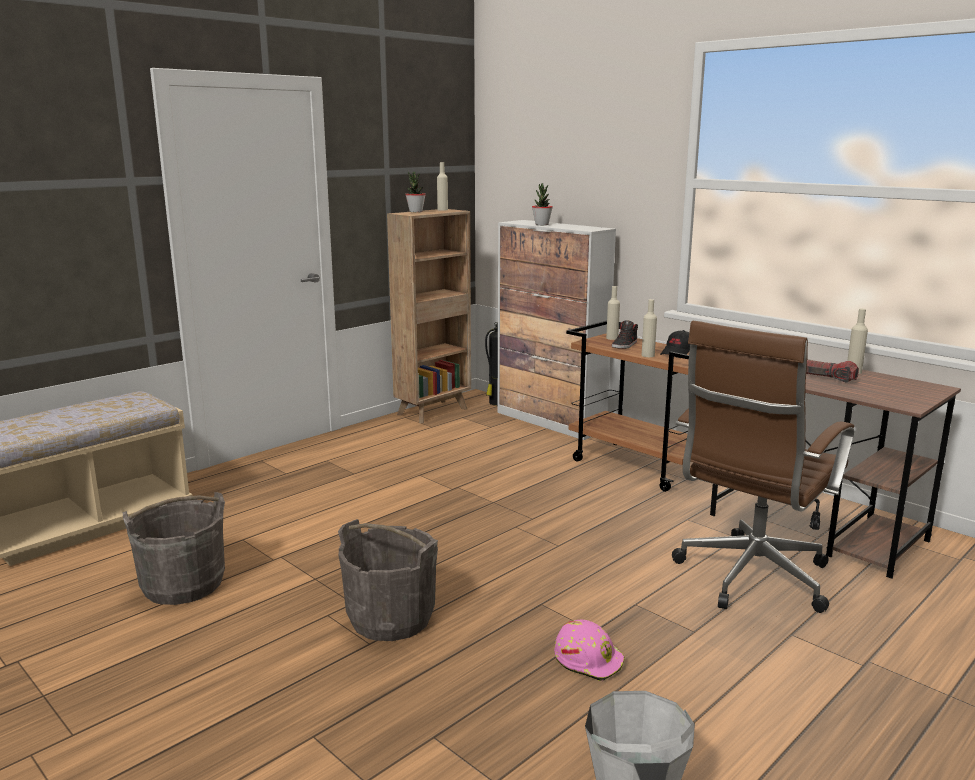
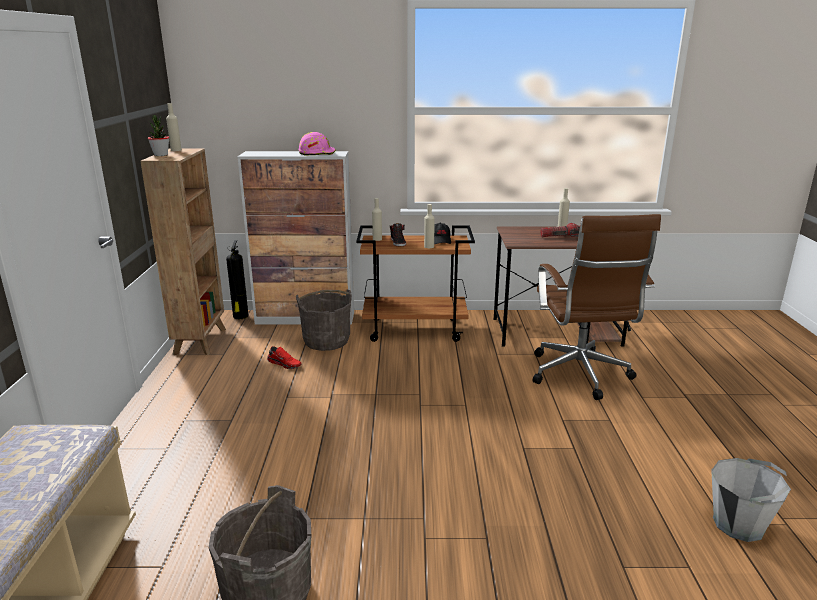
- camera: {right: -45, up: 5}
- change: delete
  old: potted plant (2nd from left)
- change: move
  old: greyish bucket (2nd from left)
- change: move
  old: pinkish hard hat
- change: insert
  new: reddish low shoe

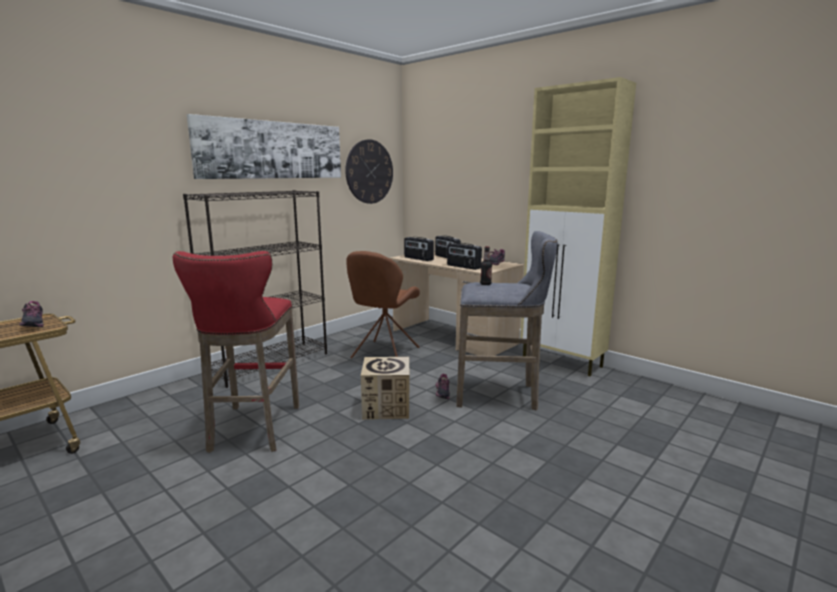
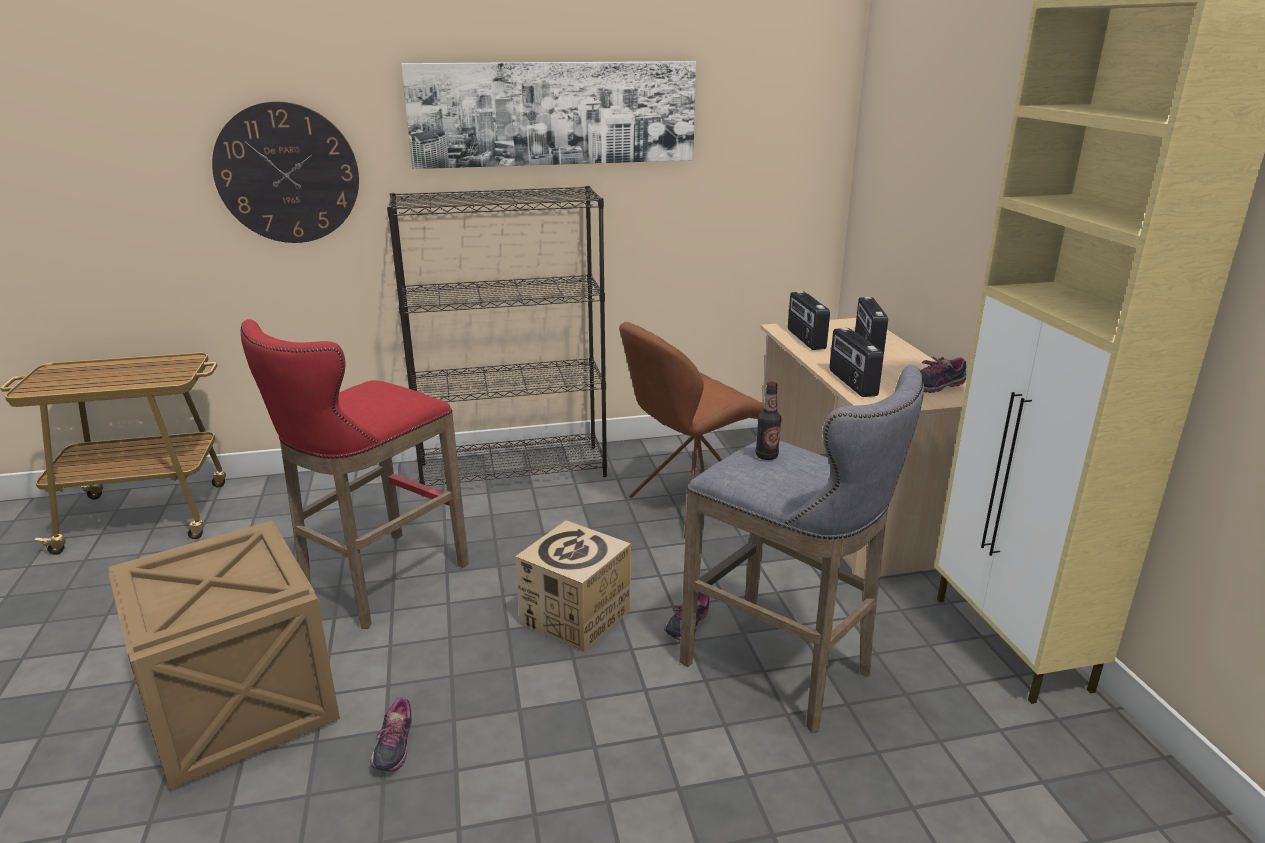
- camera: {right: 35, up: 10}
- change: move
  old: hanging clock
- change: move
  old: low shoe (1st from left)
- change: insert
  new: crate

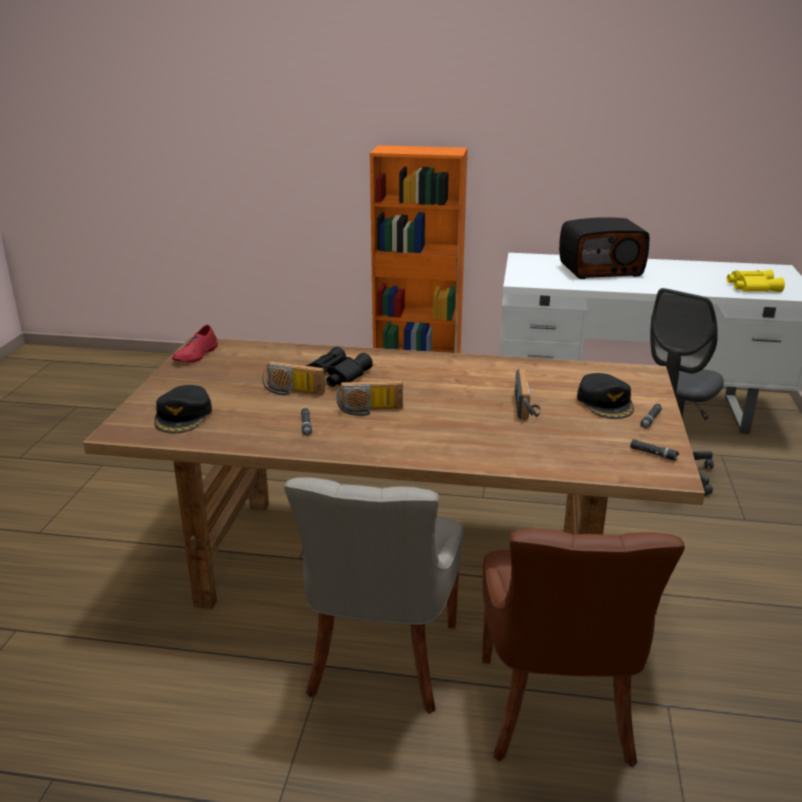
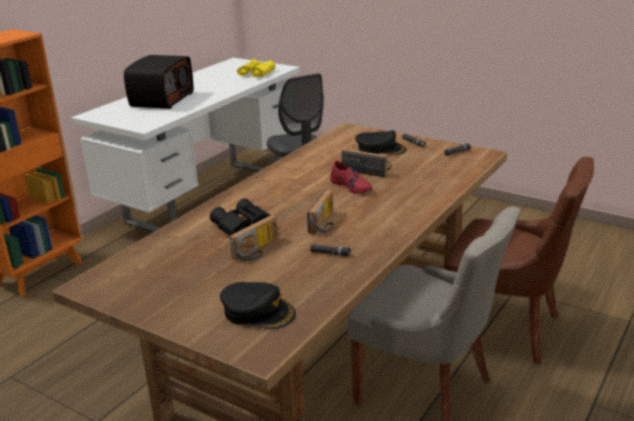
- camera: {right: -65, up: 0}
- change: move
  old: reddish low shoe

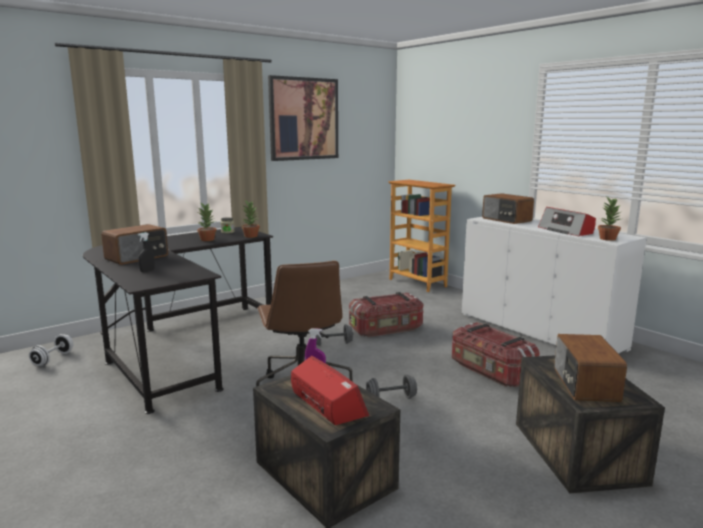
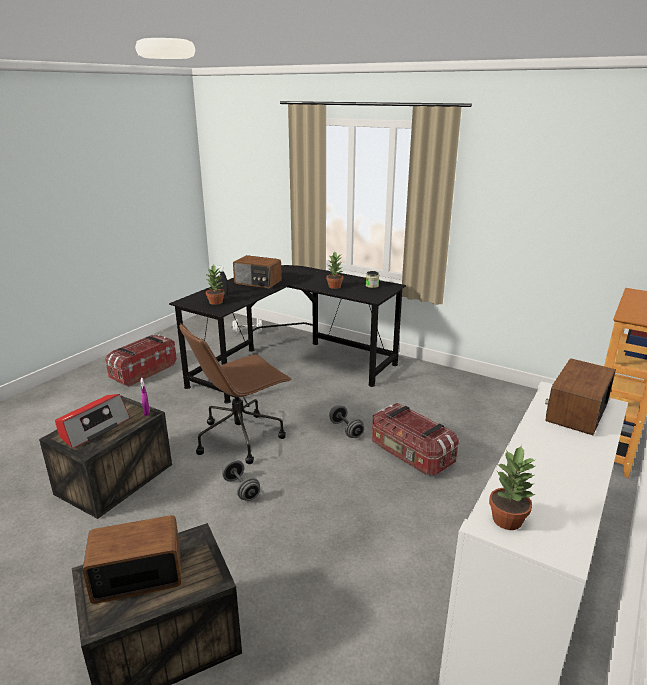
- camera: {right: 70, up: 10}
- change: delete
  old: wall picture
- change: move
  old: potted plant (2nd from left in the first image)
  new: potted plant (1st from left)
- change: delete
  old: radio set (4th from left)
- change: move
  old: storage box (2nd from left in the first image)
  new: storage box (1st from left)

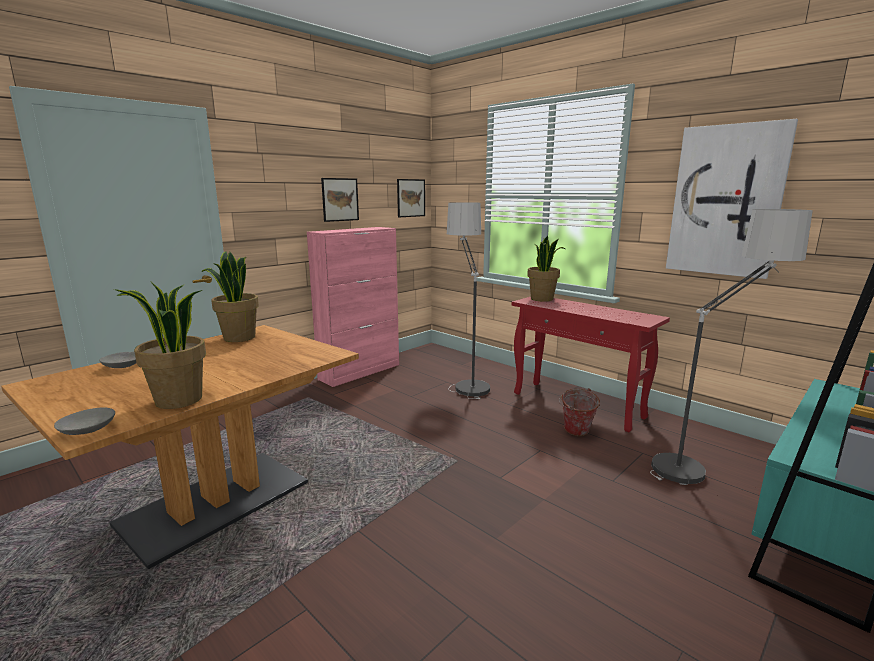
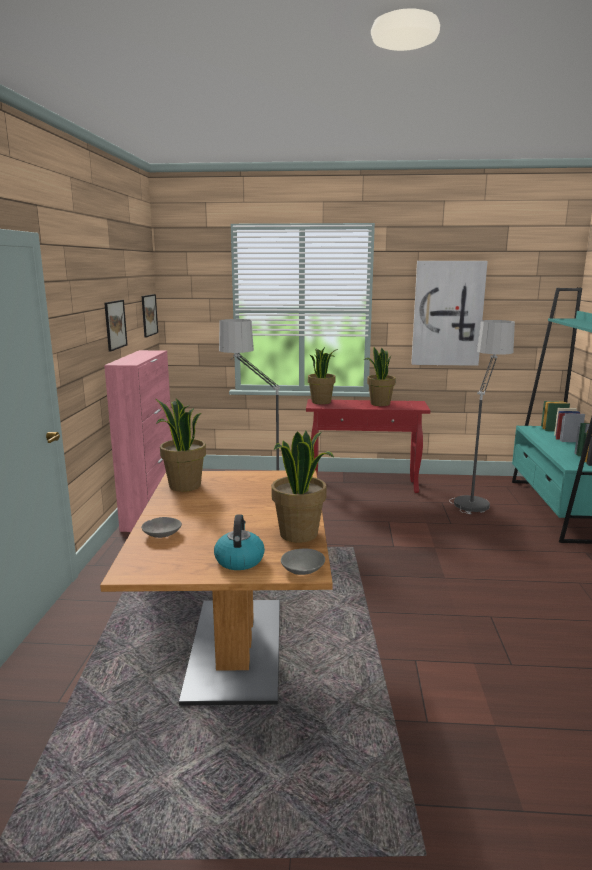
- camera: {right: -40, up: 0}
- change: delete
  old: bucket
- change: insert
  new: potted plant (4th from left)
- change: insert
  new: kettle

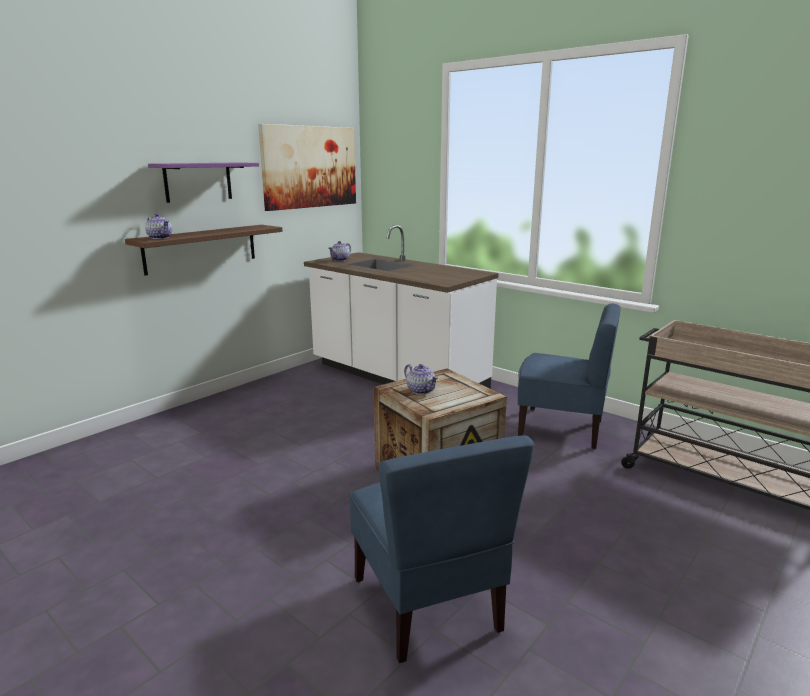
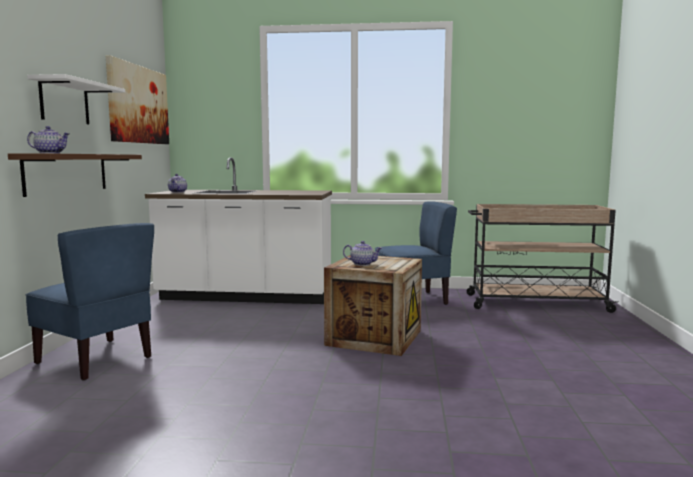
- camera: {right: -35, up: -10}
- change: recolor
  old: purple bracket shelf
  new: white-coloured bracket shelf
- change: move
  old: blue-coloured plain chair (1st from left)

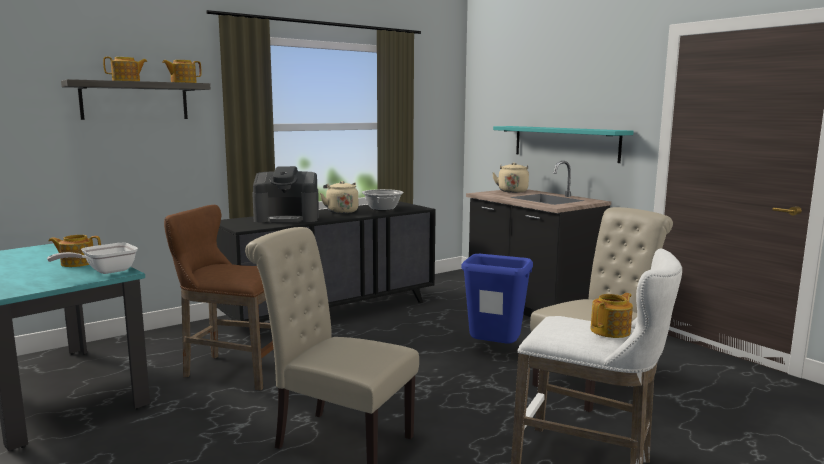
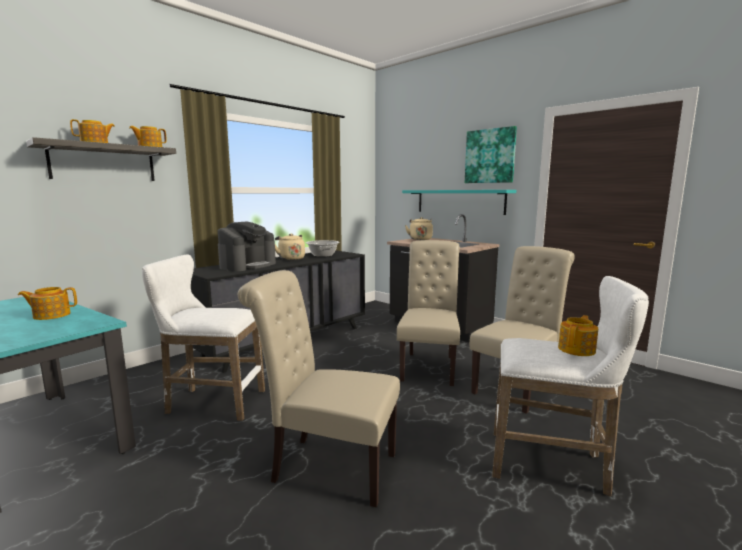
- camera: {right: -10, up: 0}
- change: rotate
  old: coffee brewer
  degrees: -45
- change: recolor
  old: brown-coloured stool
  new: white-coloured stool (1st from left)
- change: delete
  old: skillet
- change: replace
  old: blue-coloured rubbish bin
  new: beige plain chair (2nd from left)
- change: insert
  new: wall picture

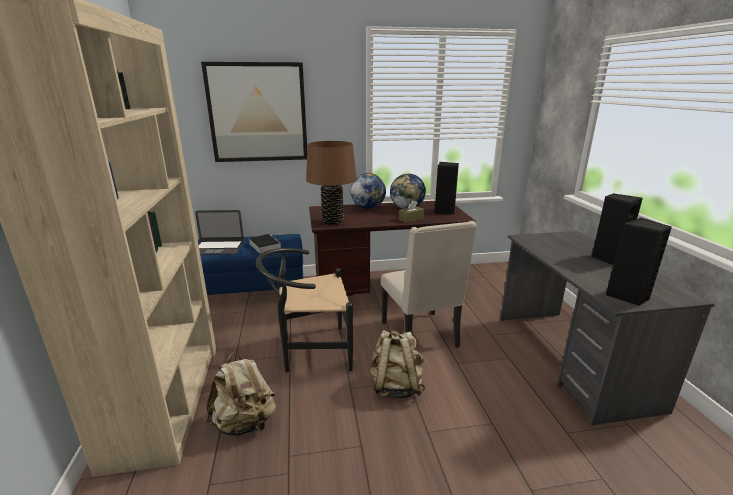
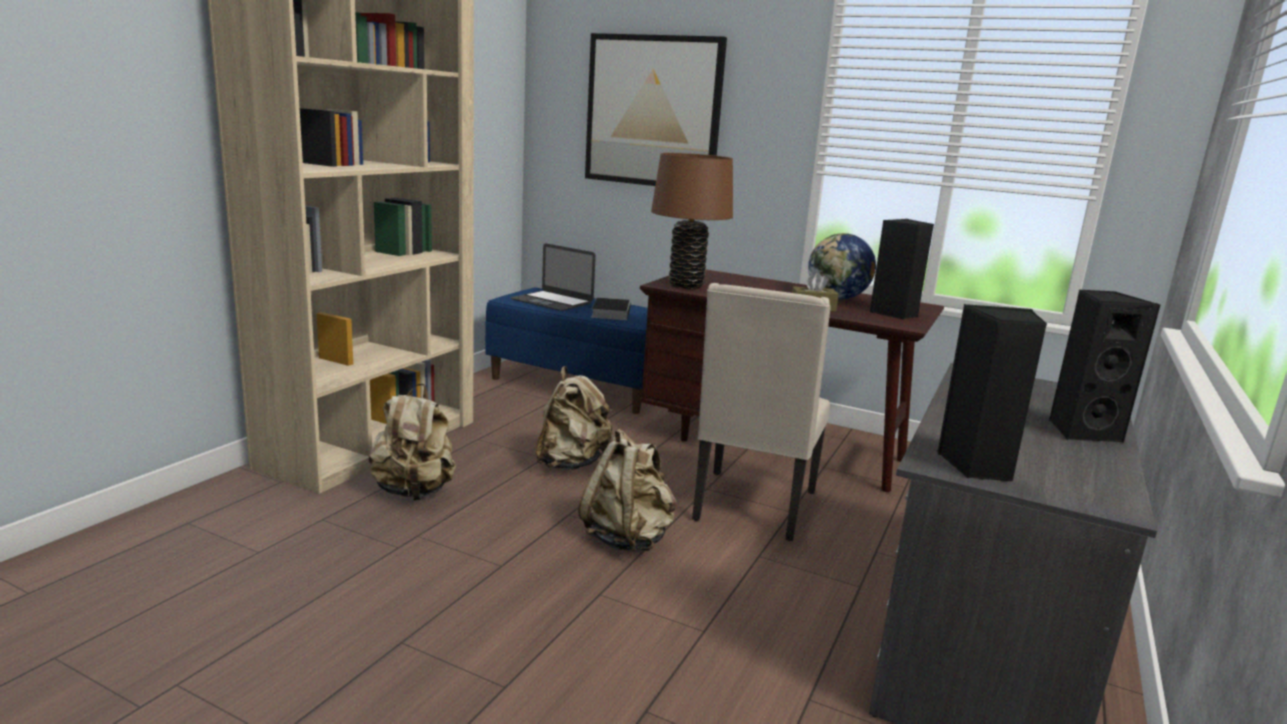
- camera: {right: 35, up: -5}
- change: delete
  old: globe (1st from left)
- change: replace
  old: blackish plain chair
  new: beige backpack (2nd from left)

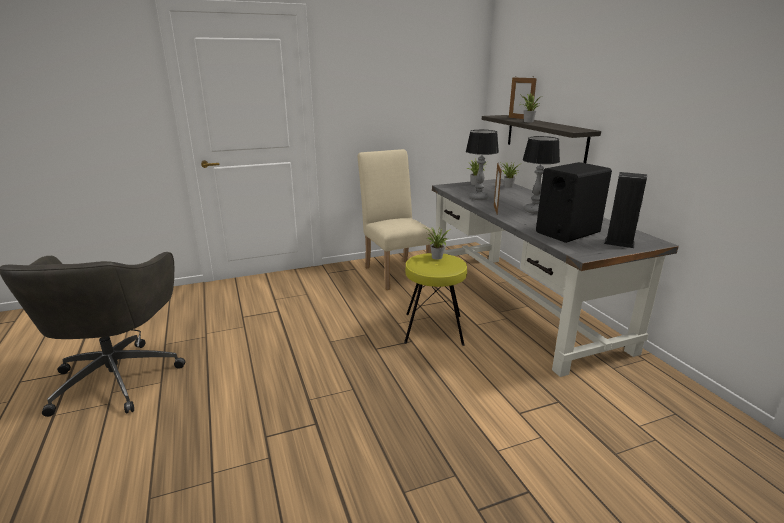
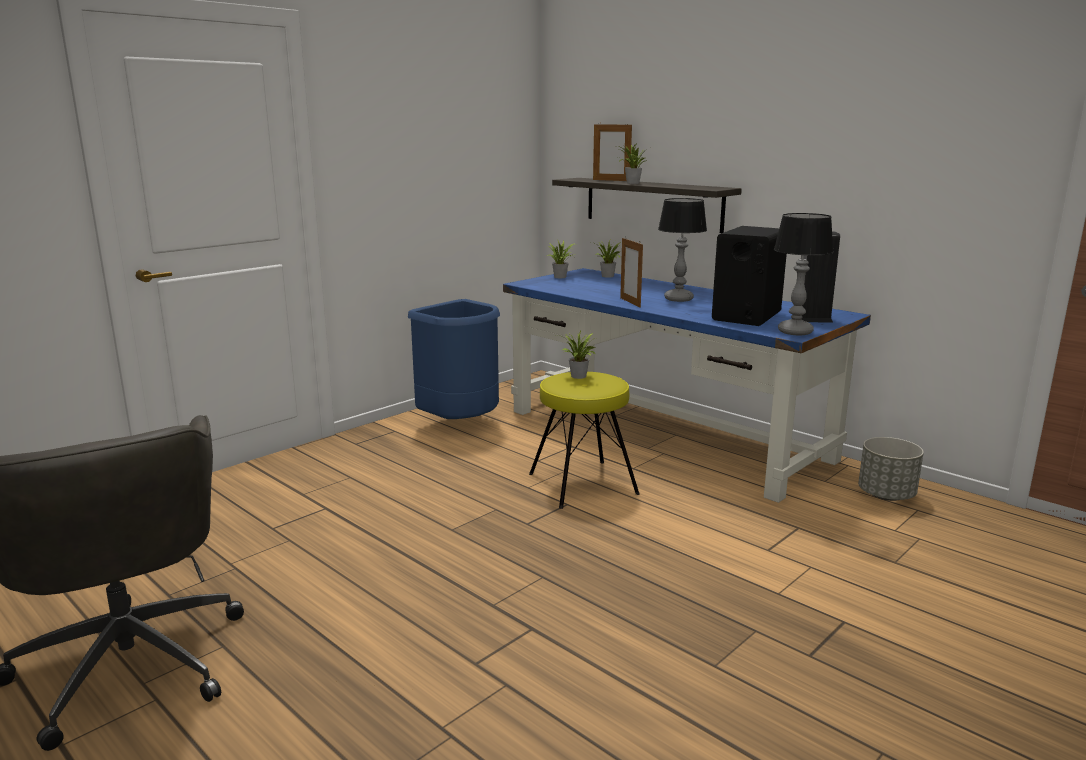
- camera: {right: -25, up: -5}
- change: move
  old: lamp for a table (1st from left in the first image)
  new: lamp for a table (2nd from left)
- change: replace
  old: beige plain chair
  new: blue-coloured rubbish bin
- change: recolor
  old: greyish desk
  new: blue-coloured desk
- change: insert
  new: greyish planter

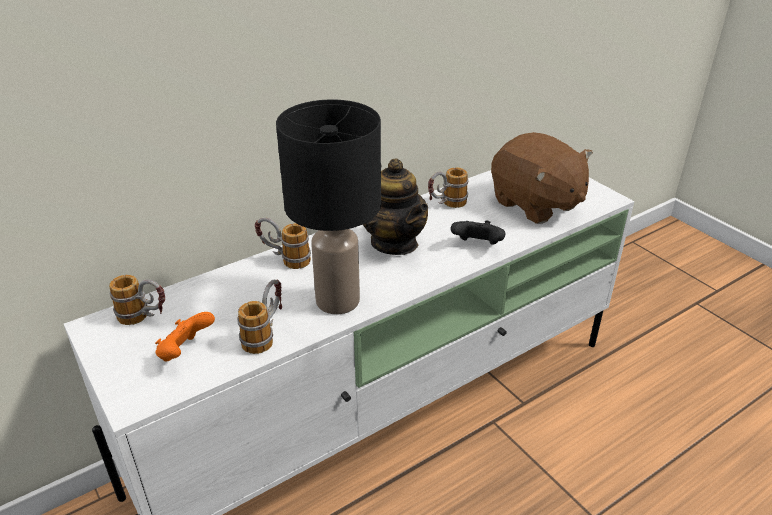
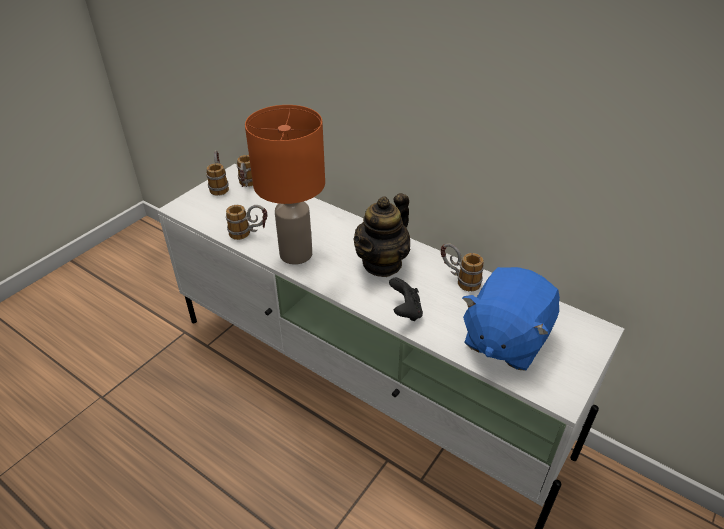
- camera: {right: 70, up: 5}
- change: recolor
  old: blackish lamp for a table
  new: orange-coloured lamp for a table
- change: recolor
  old: brown-coloured soft toy
  new: blue-coloured soft toy
- change: move
  old: tea mug (3rd from left in the first image)
  new: tea mug (1st from left)
- change: delete
  old: orange-coloured joypad

